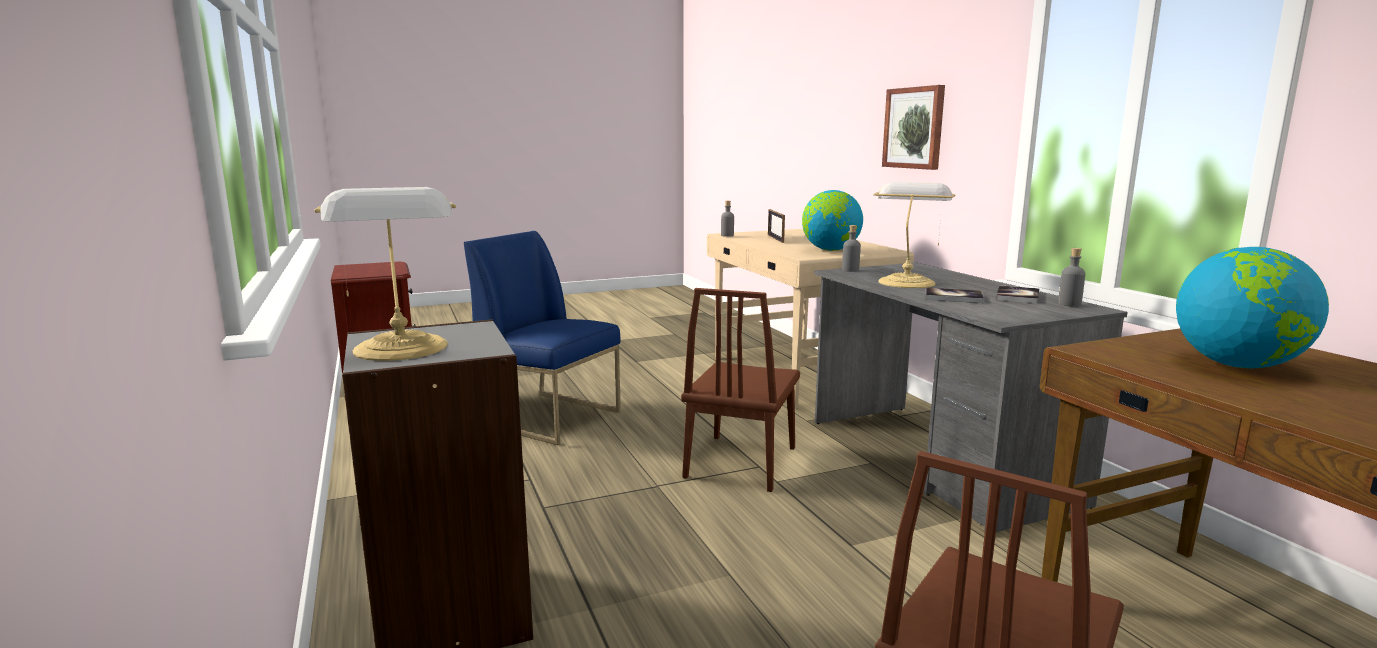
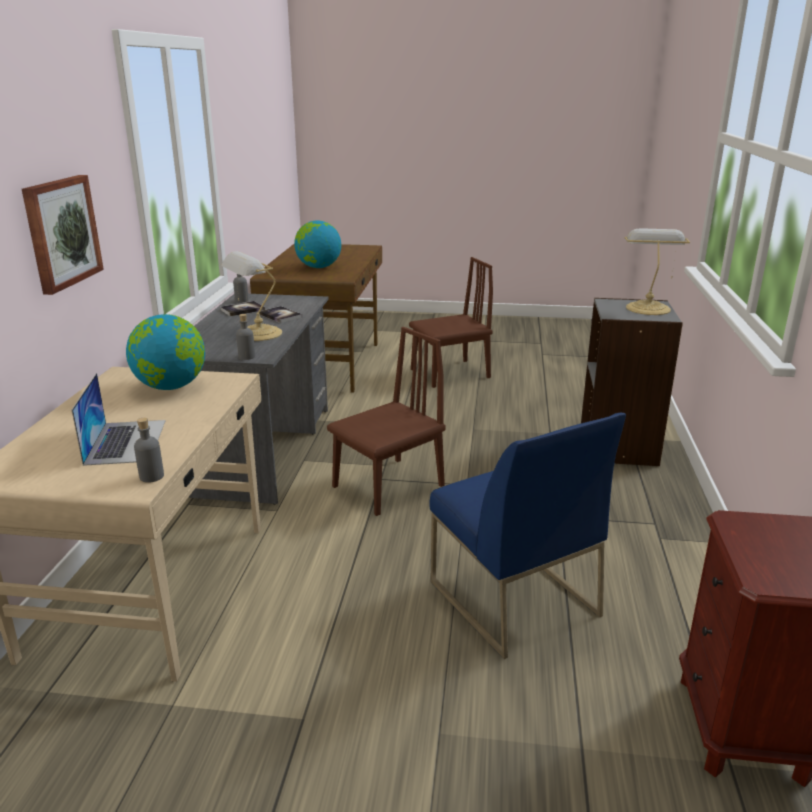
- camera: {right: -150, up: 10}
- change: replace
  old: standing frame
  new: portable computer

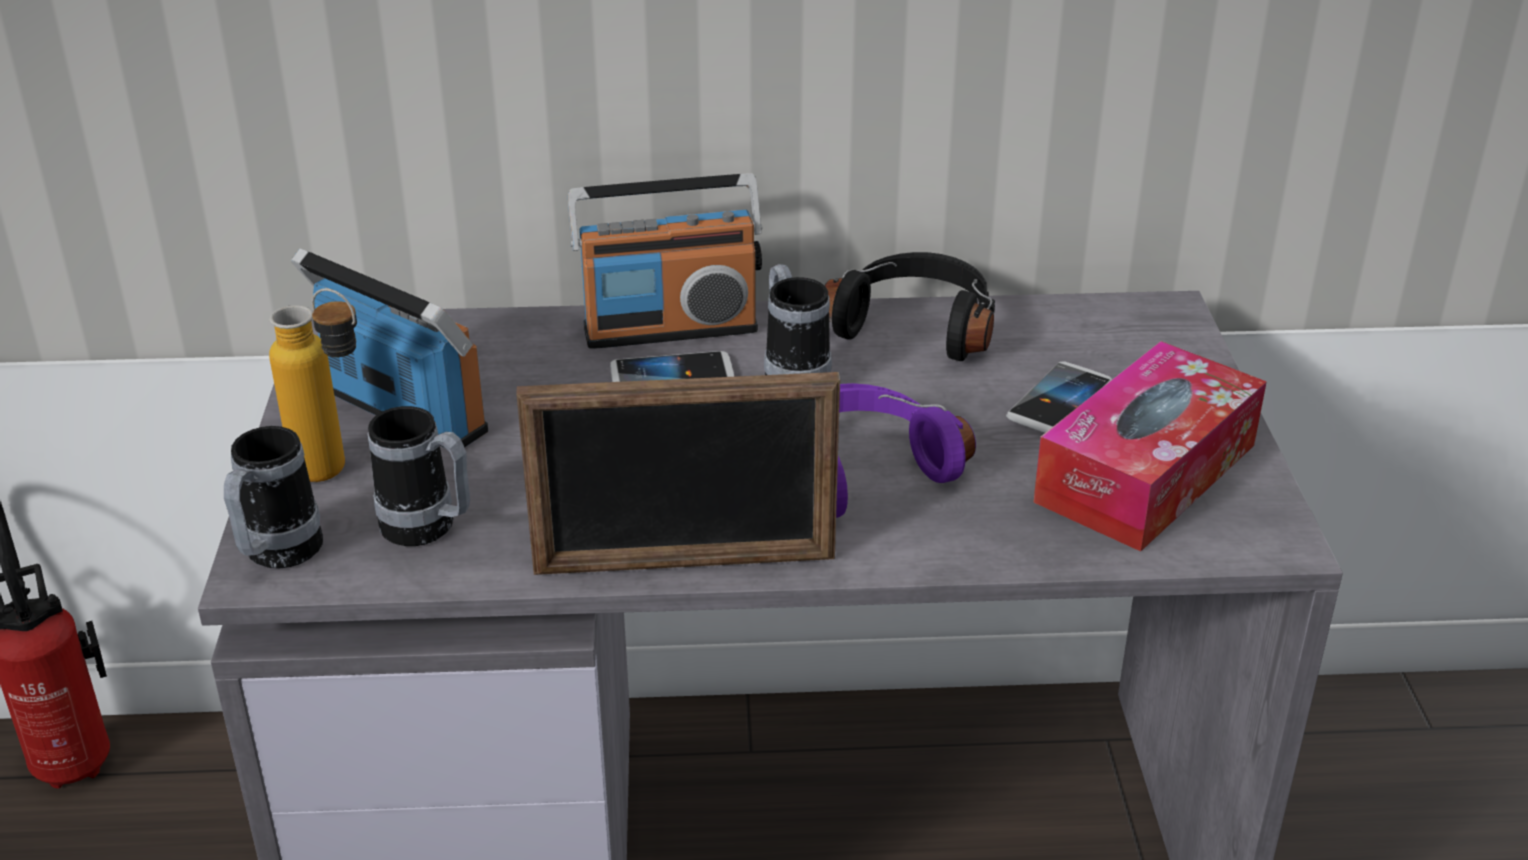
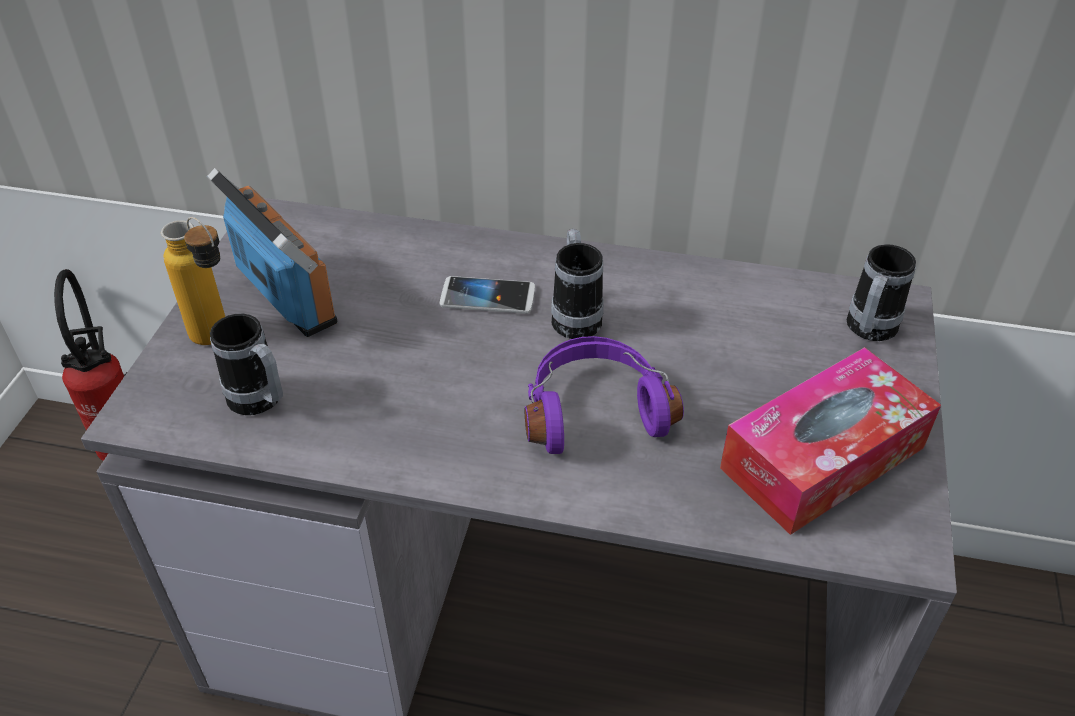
- camera: {right: 15, up: 10}
- change: delete
  old: radio set (2nd from left)
- change: delete
  old: blackish headphones
- change: delete
  old: telephone (2nd from left)
- change: delete
  old: standing frame
- change: move
  old: tea mug (1st from left in the first image)
  new: tea mug (3rd from left)

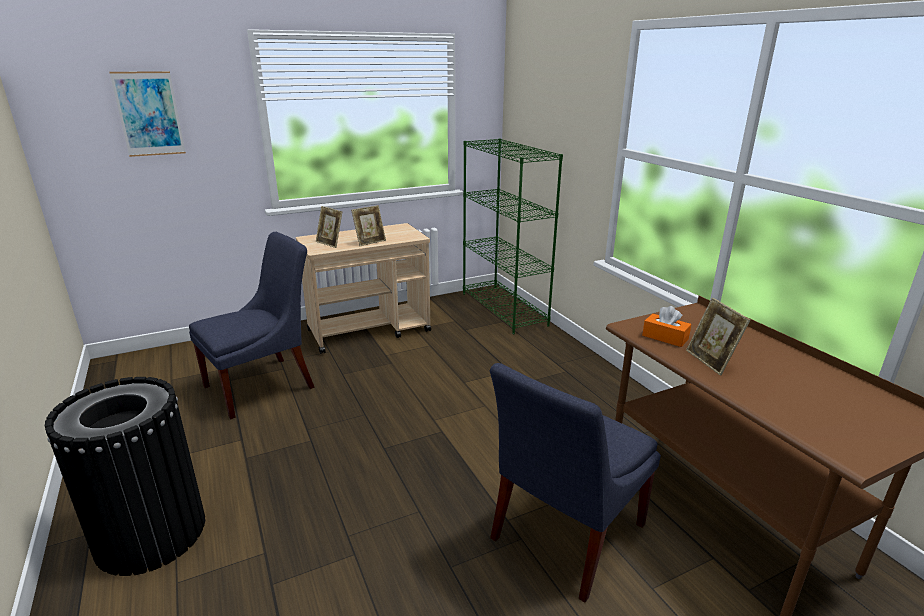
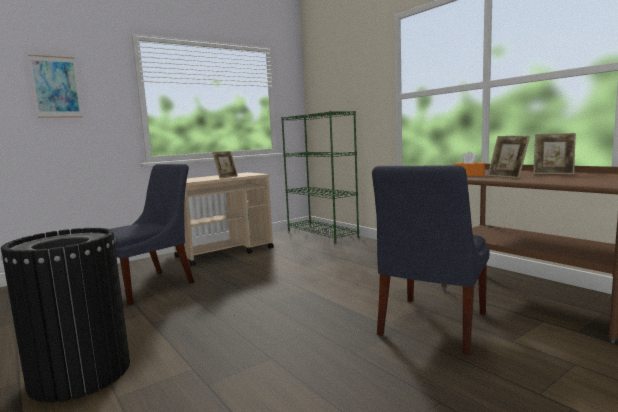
- camera: {right: -10, up: -15}
- change: move
  old: standing frame (1st from left in the first image)
  new: standing frame (3rd from left)

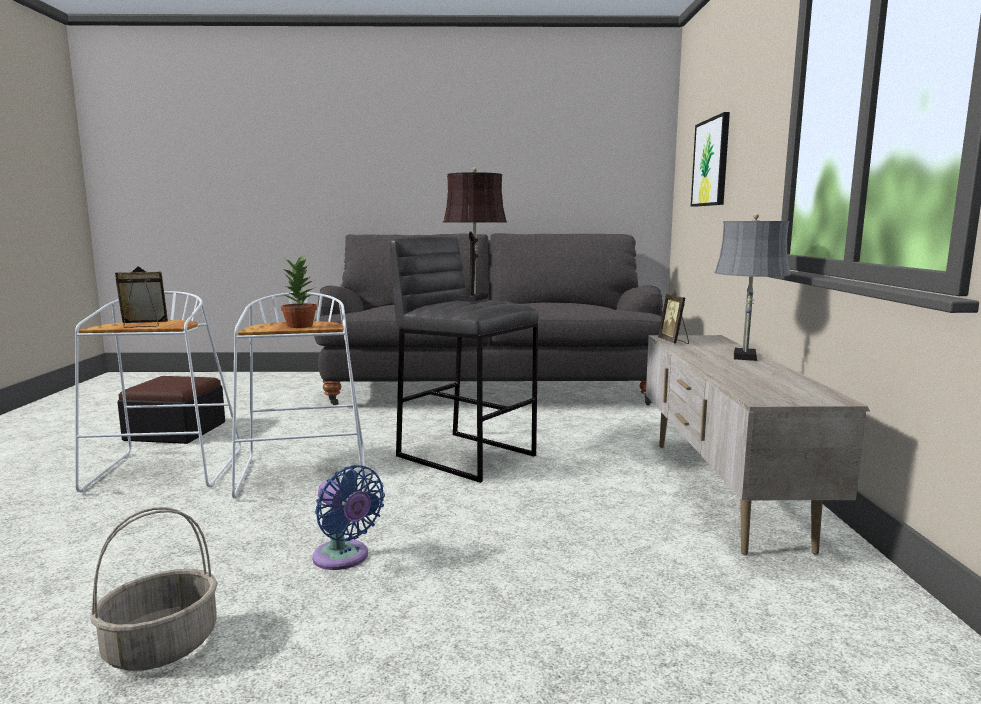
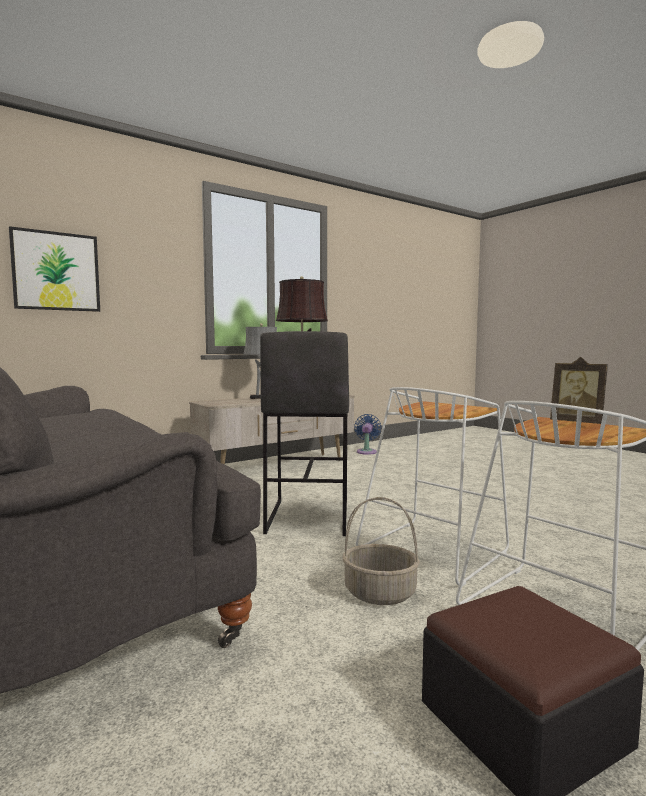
- camera: {right: -125, up: -5}
- change: delete
  old: potted plant
- change: delete
  old: standing frame (2nd from left)
- change: move
  old: blue-coloured electric fan
- change: move
  old: storage basket

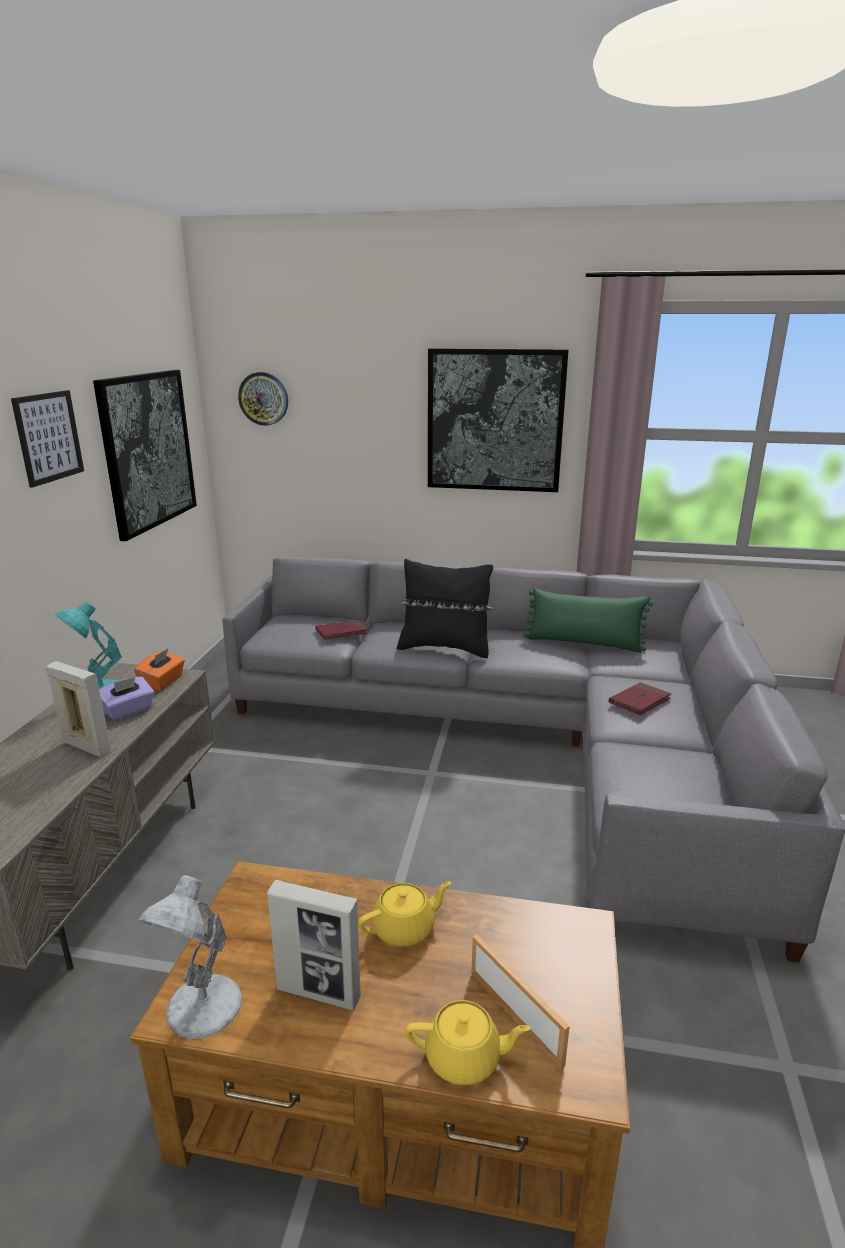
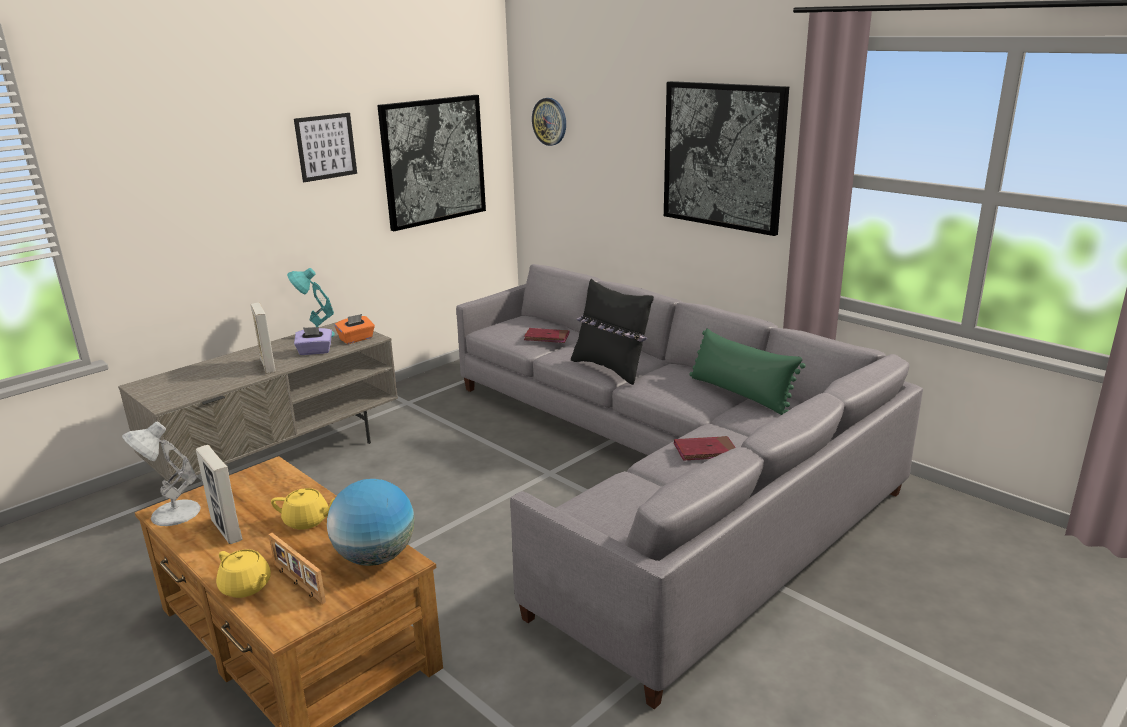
- camera: {right: 35, up: 0}
- change: rotate
  old: standing frame (3rd from left)
  degrees: 135
- change: insert
  new: globe

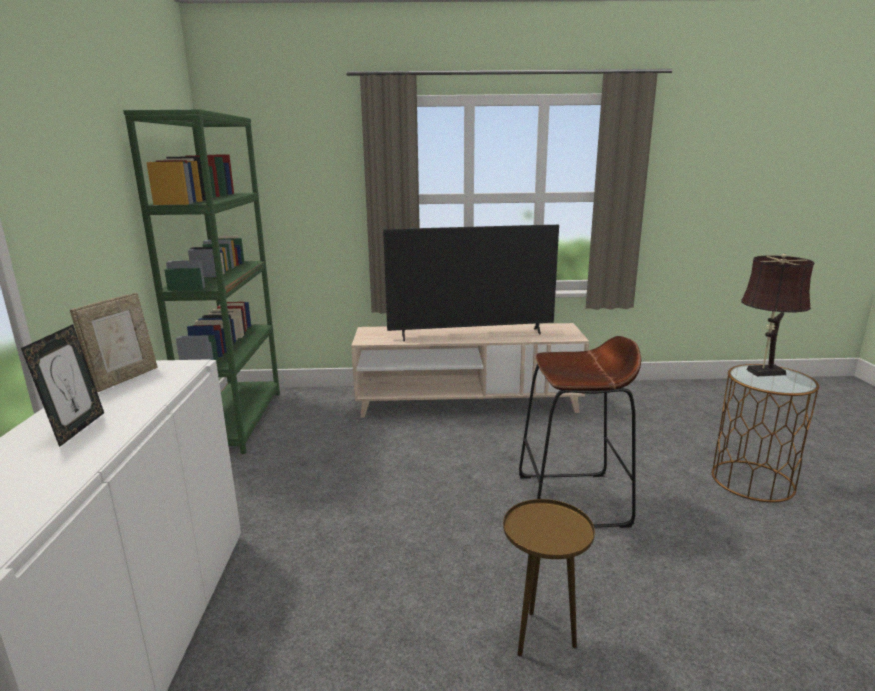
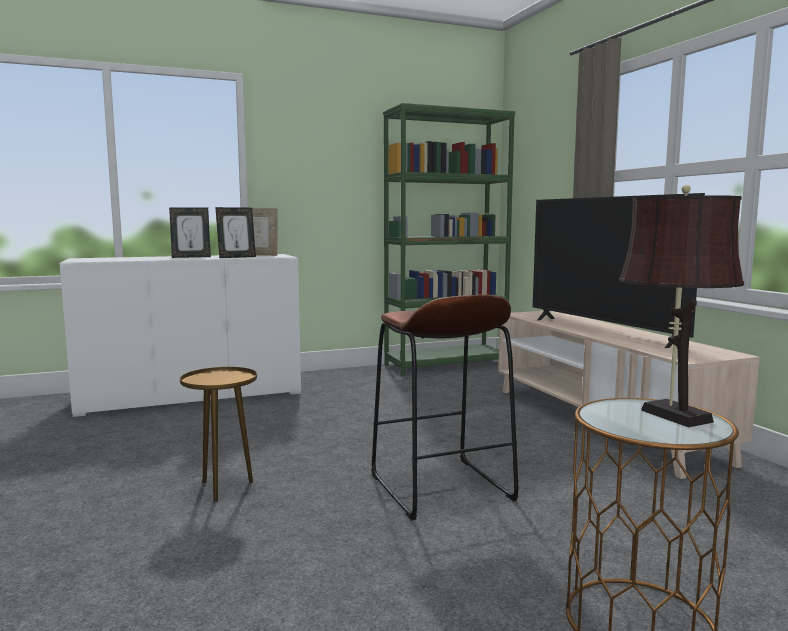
- camera: {right: 70, up: -10}
- change: insert
  new: standing frame (2nd from left)

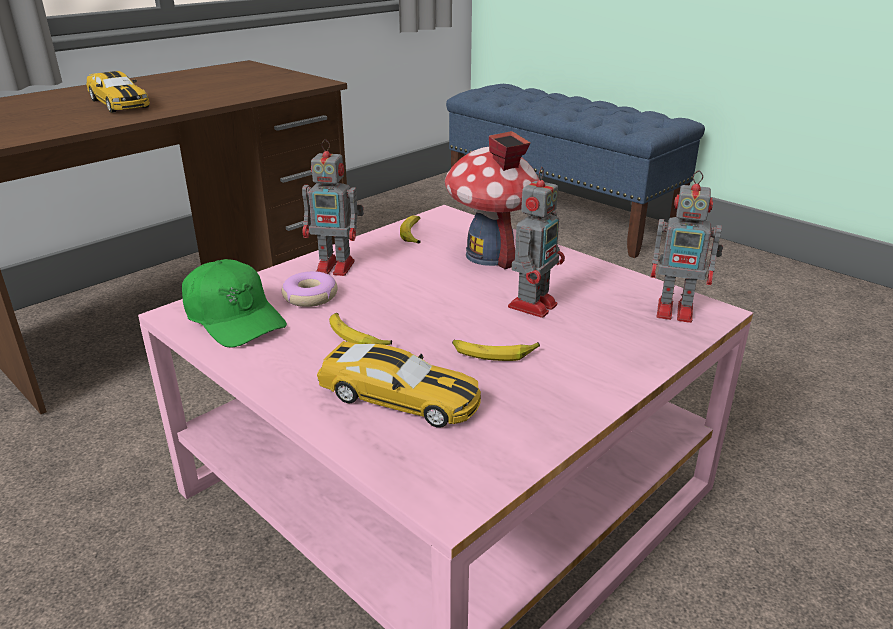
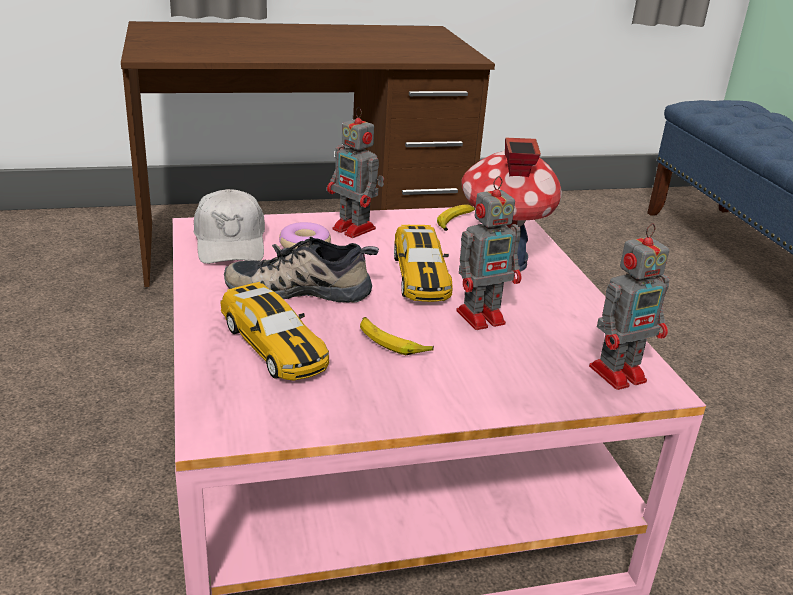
- camera: {right: 30, up: 0}
- change: move
  old: model car (1st from left in the first image)
  new: model car (2nd from left)
- change: rotate
  old: robot figure (3rd from left)
  degrees: -75
- change: recolor
  old: greenish peaked cap
  new: white-coloured peaked cap
- change: replace
  old: whole banana (1st from left)
  new: low shoe

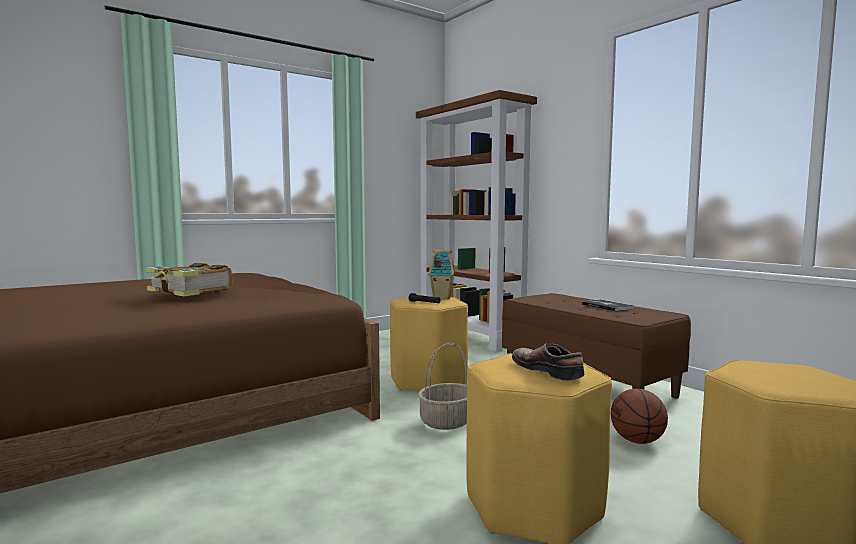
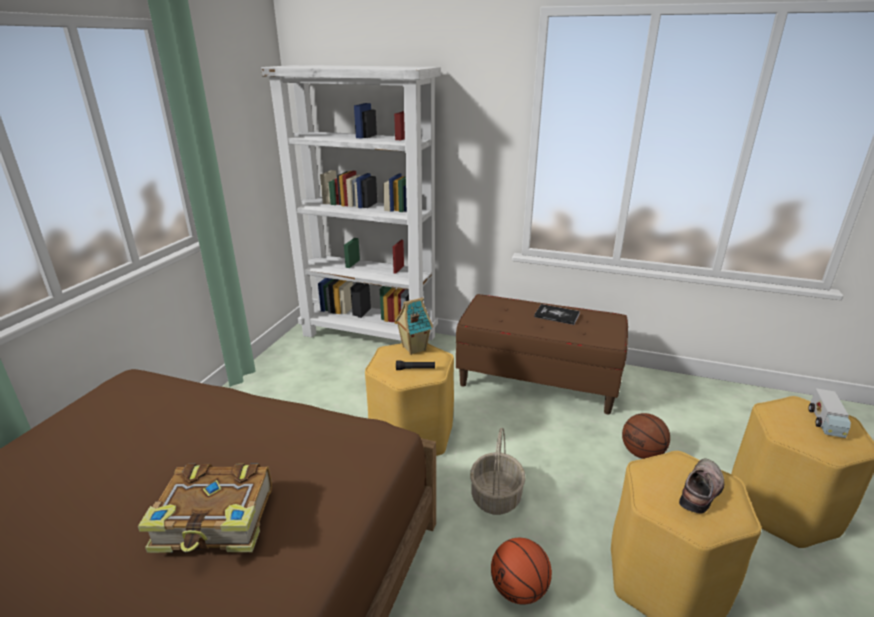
- camera: {right: -35, up: 20}
- change: recolor
  old: brown-coloured bookshelf
  new: white-coloured bookshelf
- change: rotate
  old: low shoe
  degrees: 105
- change: insert
  new: toy lorry
- change: insert
  new: ball for basketball (1st from left)

